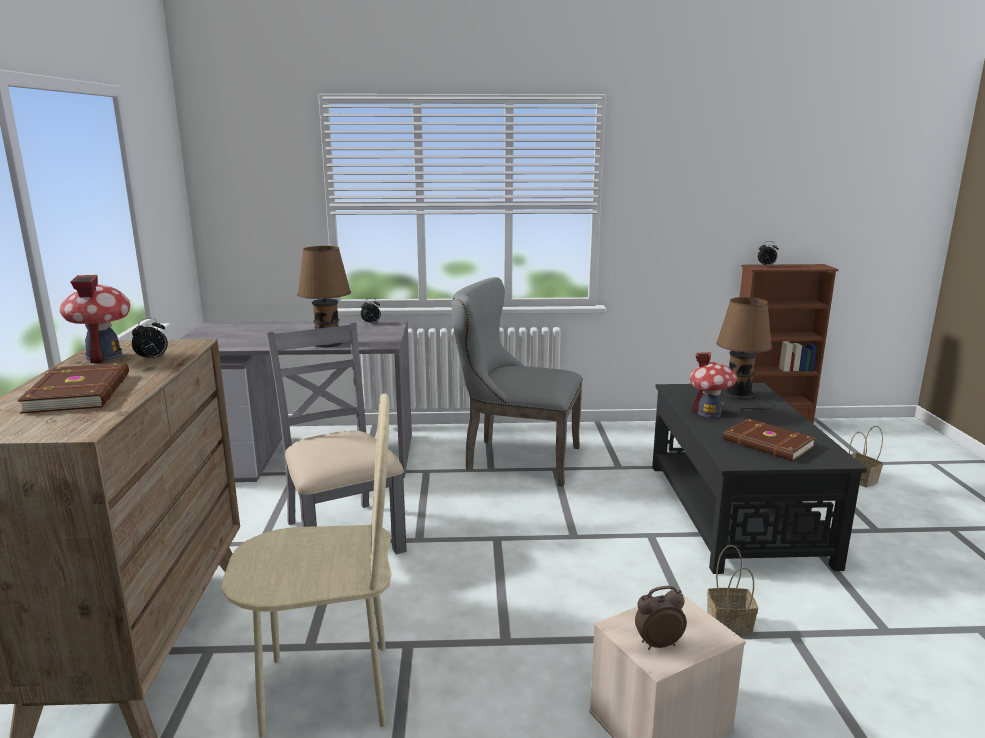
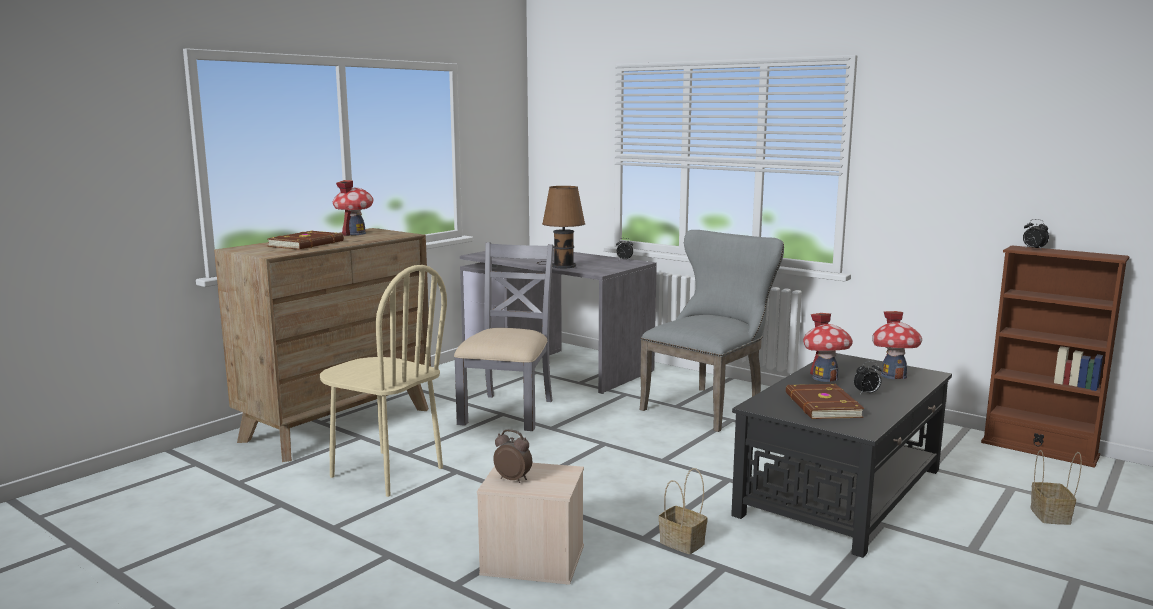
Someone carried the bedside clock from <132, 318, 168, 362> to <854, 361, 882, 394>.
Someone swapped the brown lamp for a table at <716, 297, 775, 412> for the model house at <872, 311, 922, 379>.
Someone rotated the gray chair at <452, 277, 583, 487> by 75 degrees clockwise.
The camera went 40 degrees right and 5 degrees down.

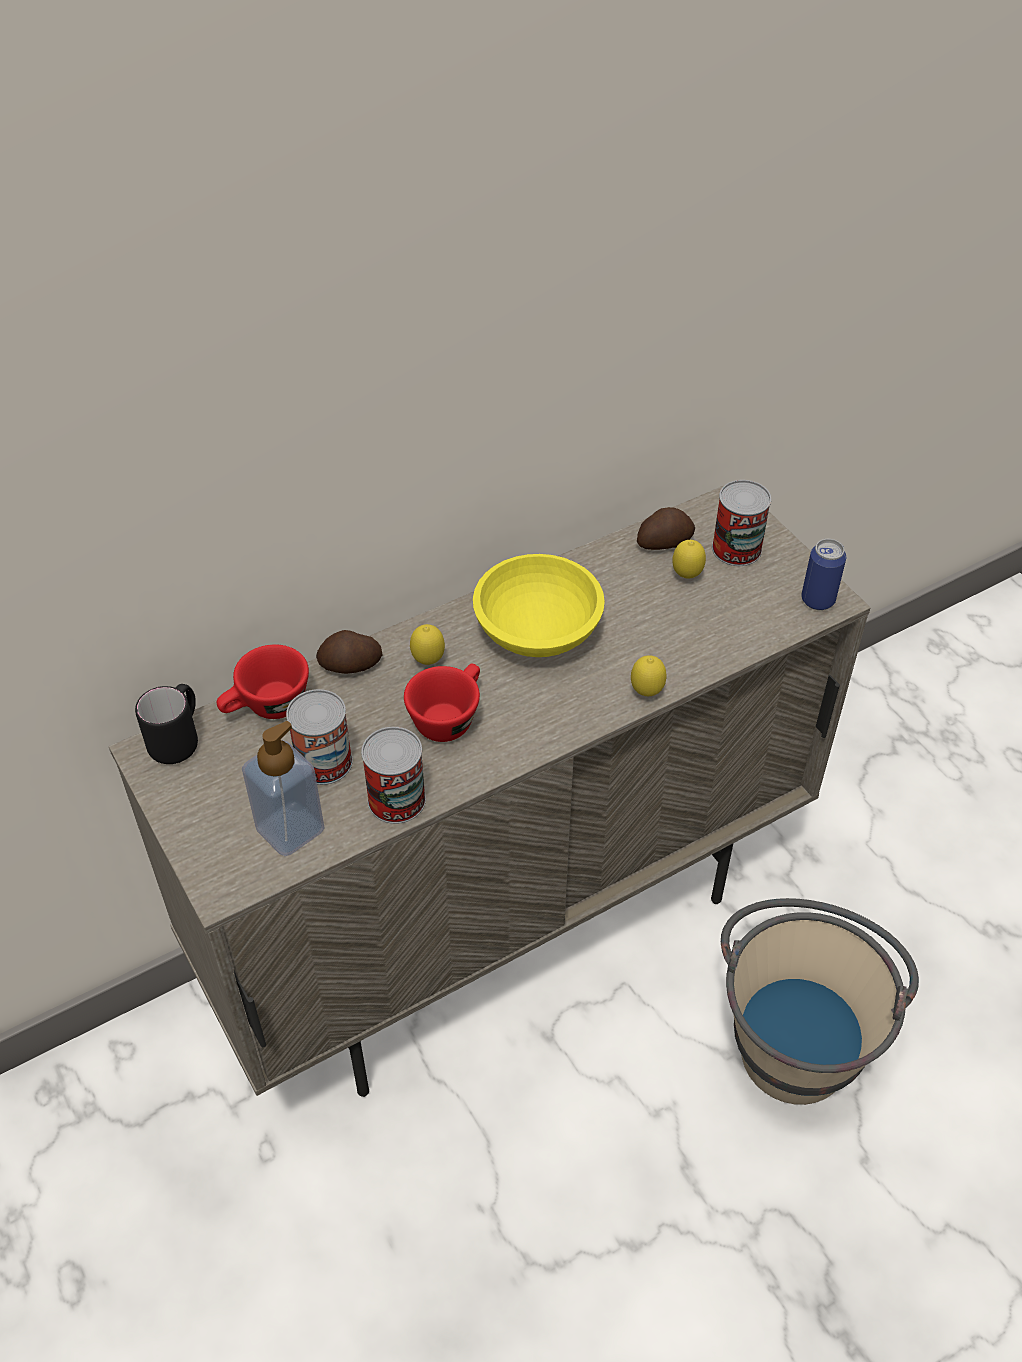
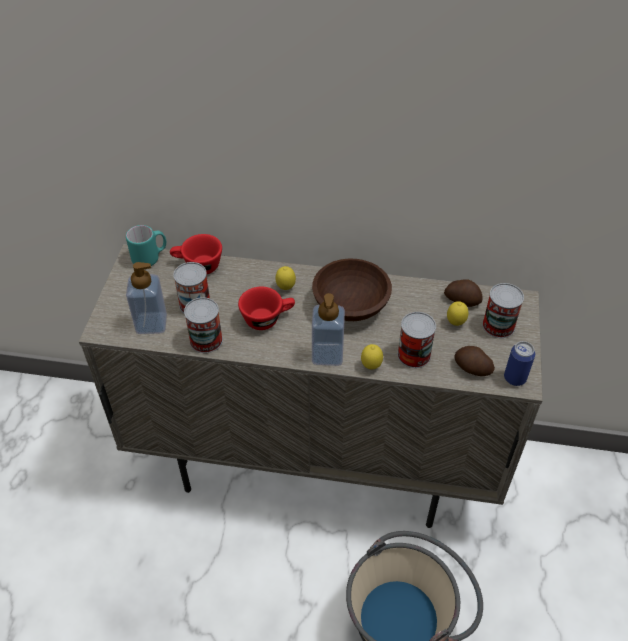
Someone put down the soap dispenser at <312, 293, 345, 366>.
Someone put down the sealed can at <397, 312, 436, 368>.
Someone carried the potato from <316, 630, 383, 674> to <455, 346, 495, 376>.
Someone repainted the black tea mug at <135, 684, 198, 764>, which became the blue-green tea mug at <126, 225, 166, 266>.
Someone repainted the yellow bowl at <473, 554, 605, 657>, which became the brown bowl at <312, 259, 392, 321>.
The camera went 40 degrees right and 0 degrees up.

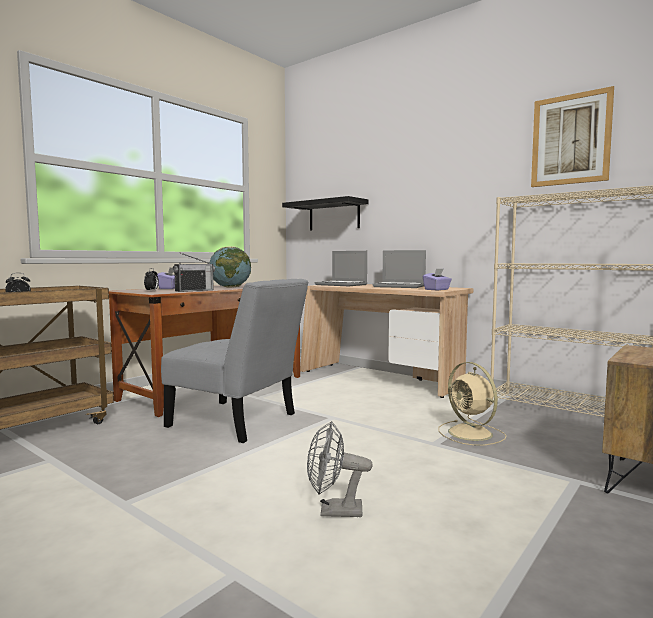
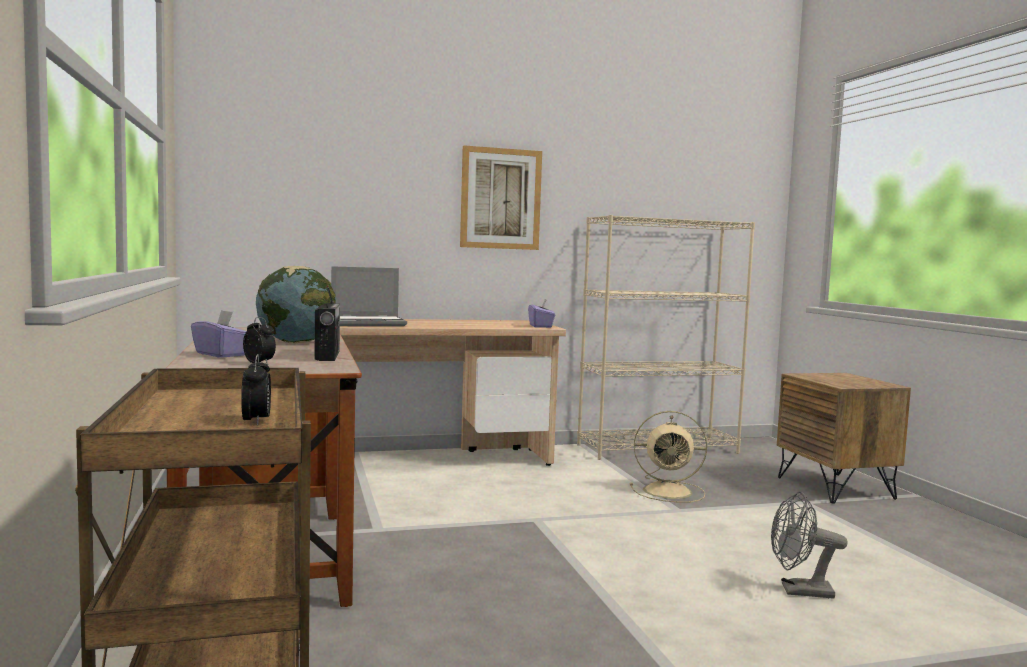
Someone took away the gray chair at <161, 279, 309, 443>.
Someone took away the black bracket shelf at <282, 196, 369, 231>.
Someone took away the laptop at <373, 250, 426, 288>.
Someone carried the picture from <531, 86, 614, 187> to <460, 145, 542, 250>.
Someone rotated the gray cooling fan at <307, 421, 373, 517> by 60 degrees clockwise.
The camera went 55 degrees left and 0 degrees up.

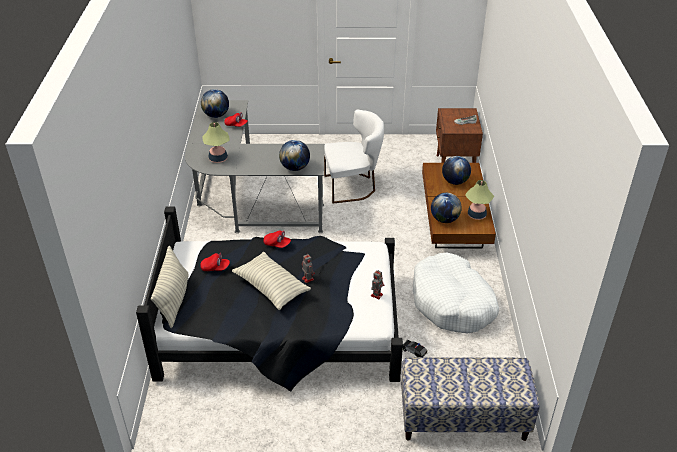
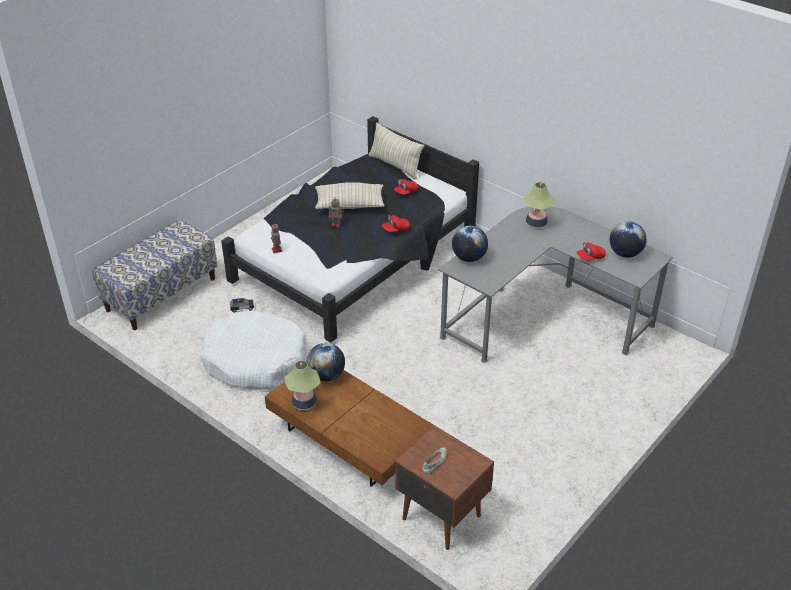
Someone took away the whitish chair at <324, 110, 384, 204>.
Someone took away the world globe at <442, 156, 471, 185>.
The camera went 130 degrees right and 0 degrees up.

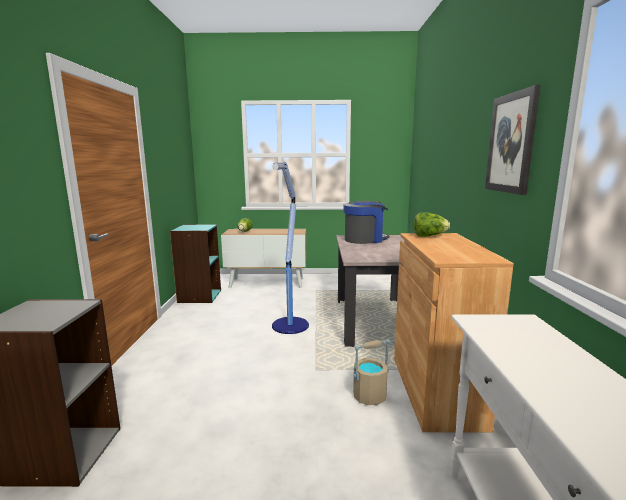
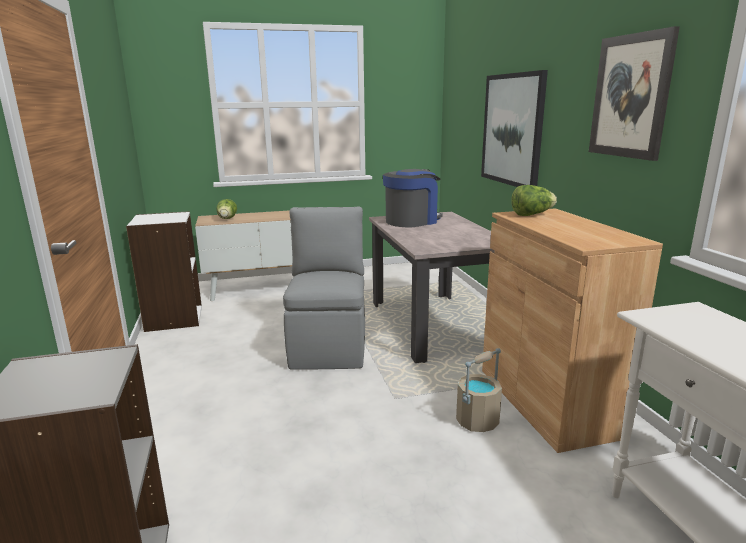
Someone put up the picture at <481, 70, 548, 187>.
Someone swapped the standard lamp at <272, 162, 309, 334> for the gray chair at <283, 207, 365, 370>.
Someone repainted the blue-green bookshelf at <170, 224, 221, 303>, which became the whitish bookshelf at <126, 211, 202, 332>.
The camera went 15 degrees left and 5 degrees up.

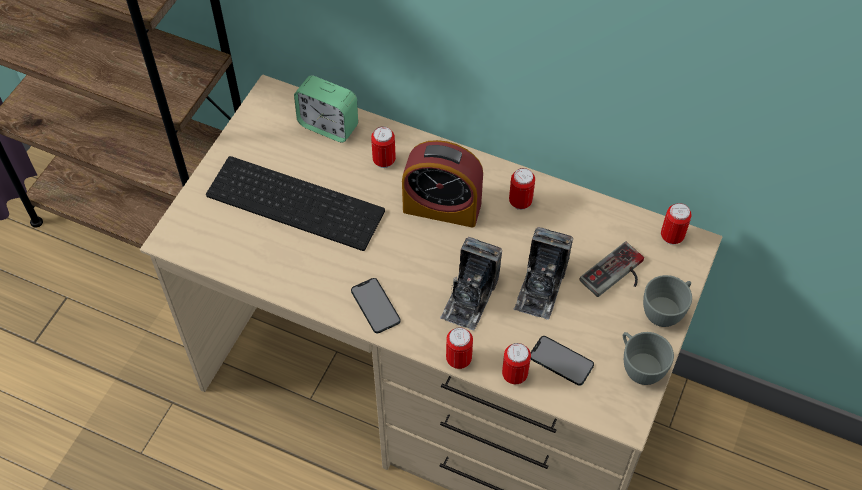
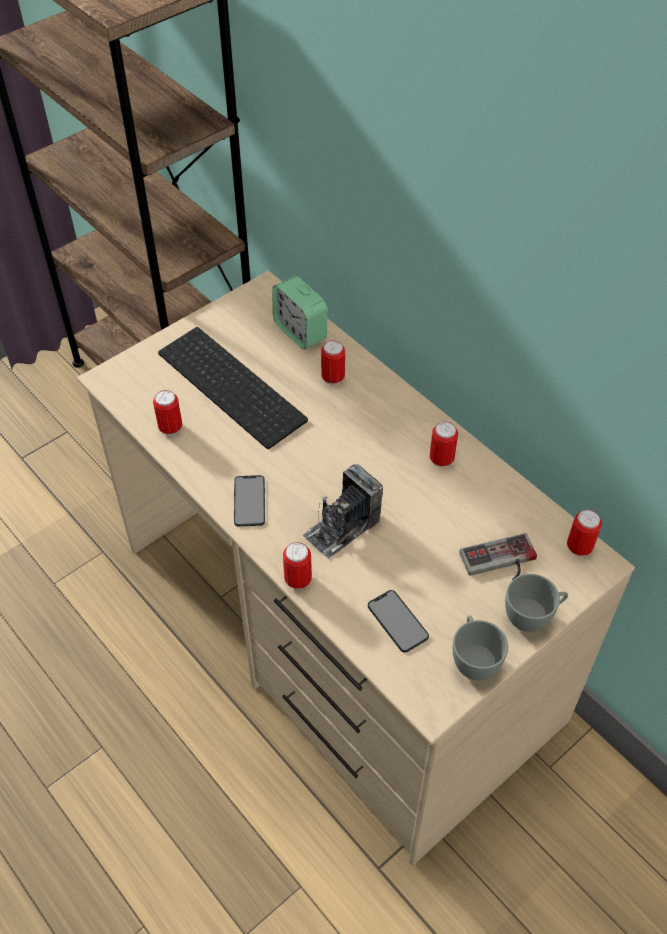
Someone took away the bedside clock at <402, 140, 483, 228>.
Someone took away the photo camera at <514, 227, 573, 320>.
Someone carried the sealed can from <502, 343, 531, 384> to <153, 390, 182, 435>.
The camera went 25 degrees right and 5 degrees down.

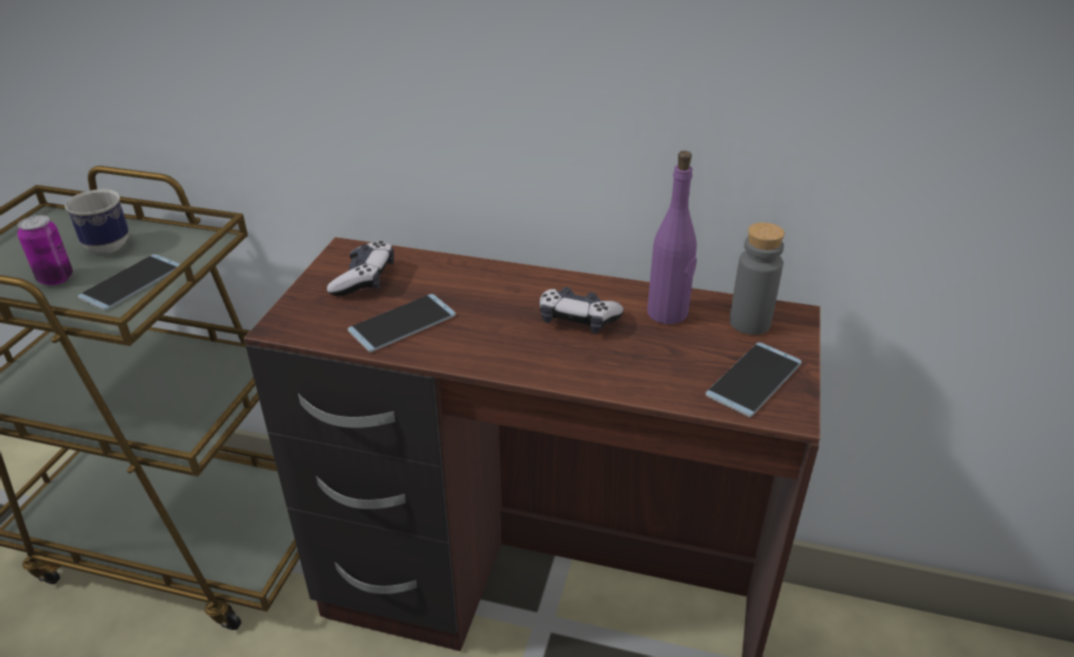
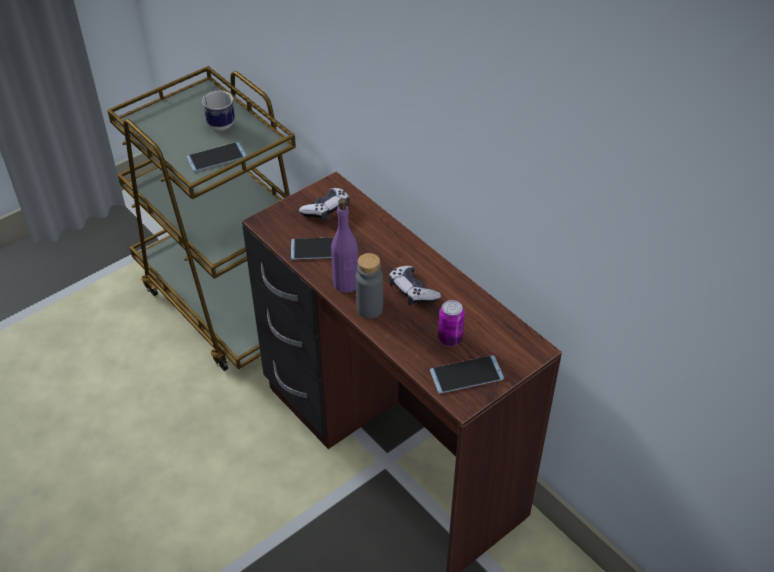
Someone carried the sealed can from <17, 215, 73, 285> to <438, 300, 465, 346>.
Someone carried the purplish bottle from <647, 151, 697, 324> to <331, 198, 358, 293>.
Someone carried the gray bottle from <729, 222, 785, 335> to <356, 253, 383, 319>.
The camera went 35 degrees right and 10 degrees up.

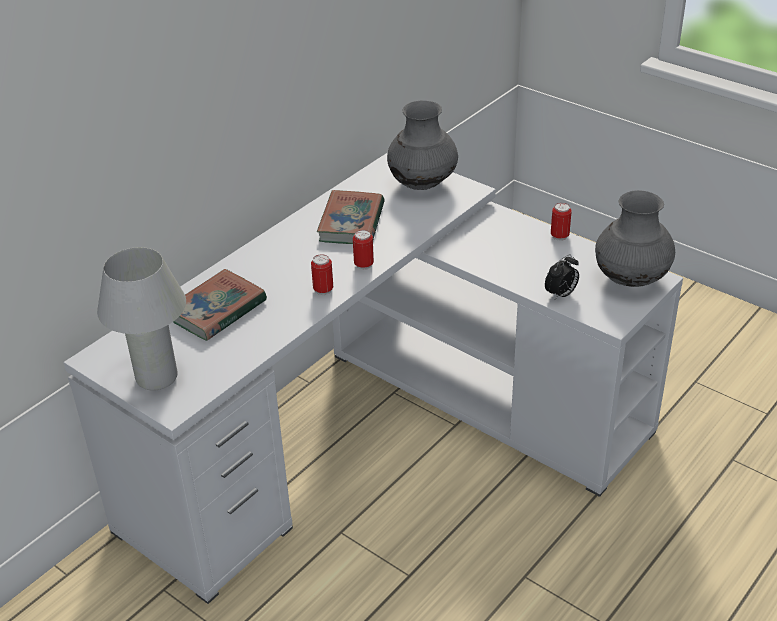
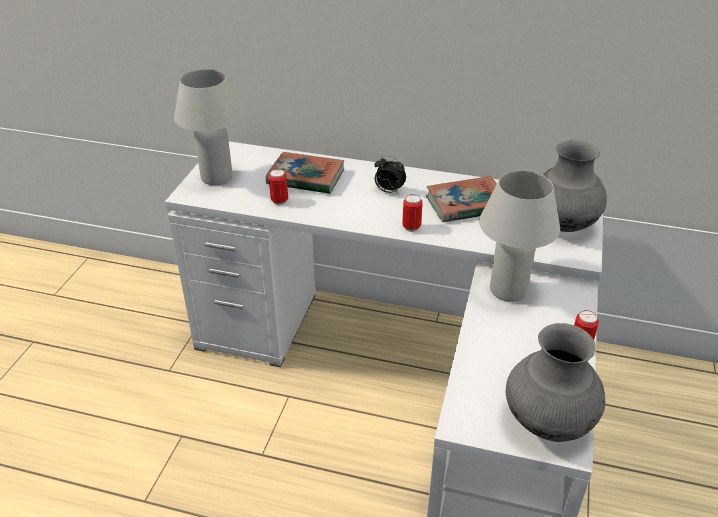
Someone put down the whitish lamp for a table at <479, 171, 560, 302>.
Someone carried the sealed can from <311, 254, 333, 295> to <269, 169, 288, 205>.
Someone carried the bedside clock from <545, 254, 579, 301> to <374, 155, 406, 195>.
The camera went 65 degrees right and 0 degrees up.

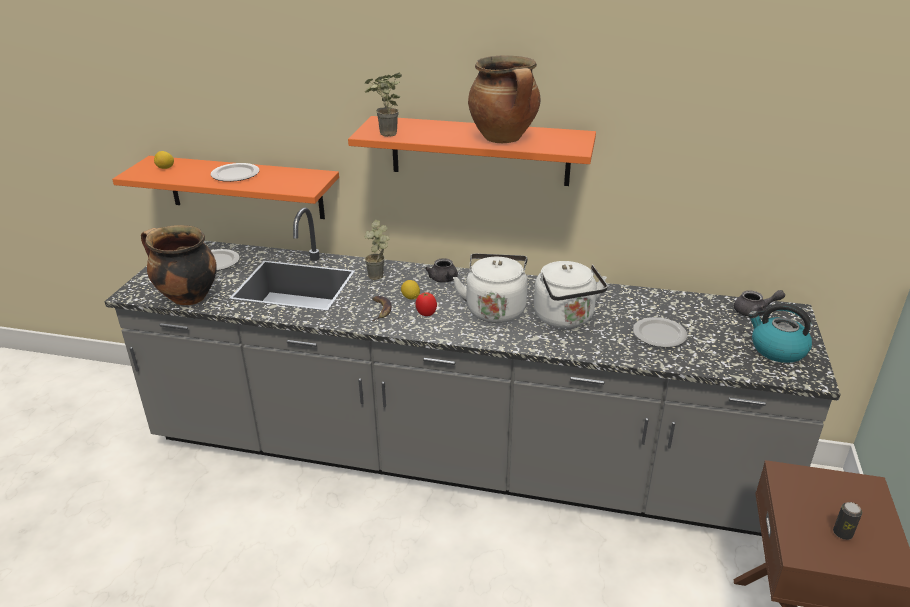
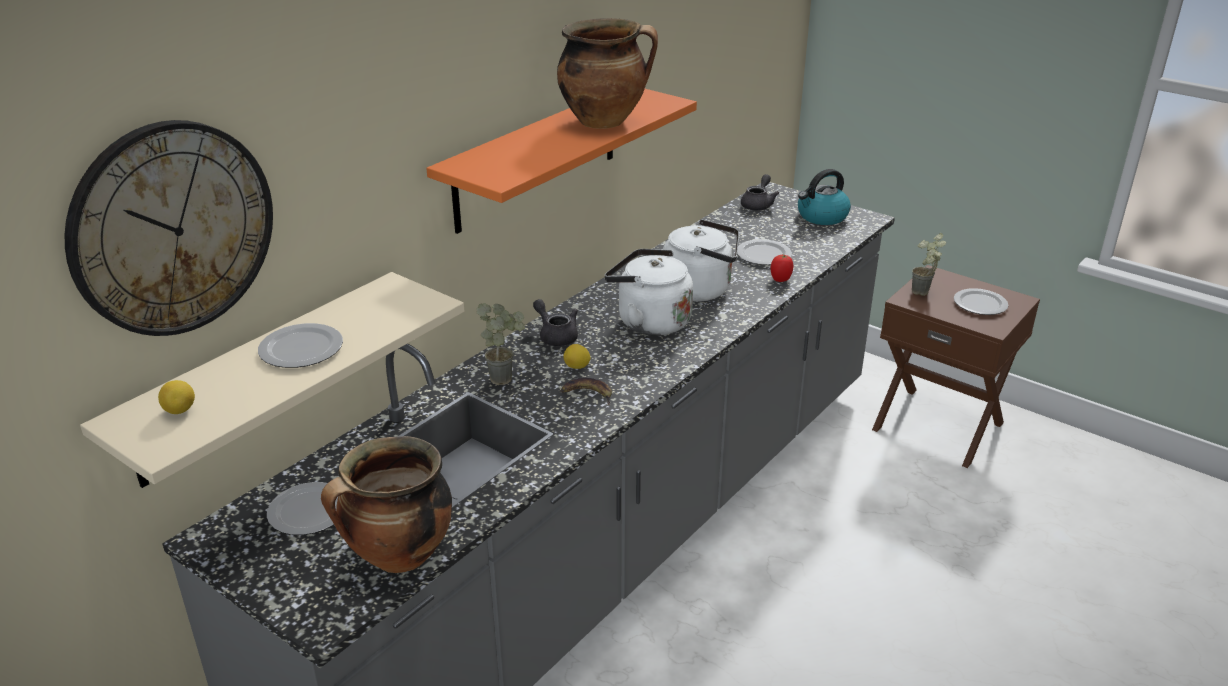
Someone put up the hanging clock at <64, 120, 273, 336>.
Someone carried the houseplant from <364, 73, 402, 137> to <912, 233, 946, 296>.
Someone carried the whole tomato from <415, 292, 437, 316> to <771, 255, 793, 282>.
Someone swapped the sealed can at <833, 502, 862, 540> for the flat dish at <954, 288, 1008, 315>.
Someone repainted the orange-coloured bracket shelf at <112, 156, 339, 219>, which became the beige-coloured bracket shelf at <80, 272, 464, 488>.
Someone rotated the gray tea pot at <425, 258, 458, 283> by 135 degrees counterclockwise.
The camera went 65 degrees left and 0 degrees up.

